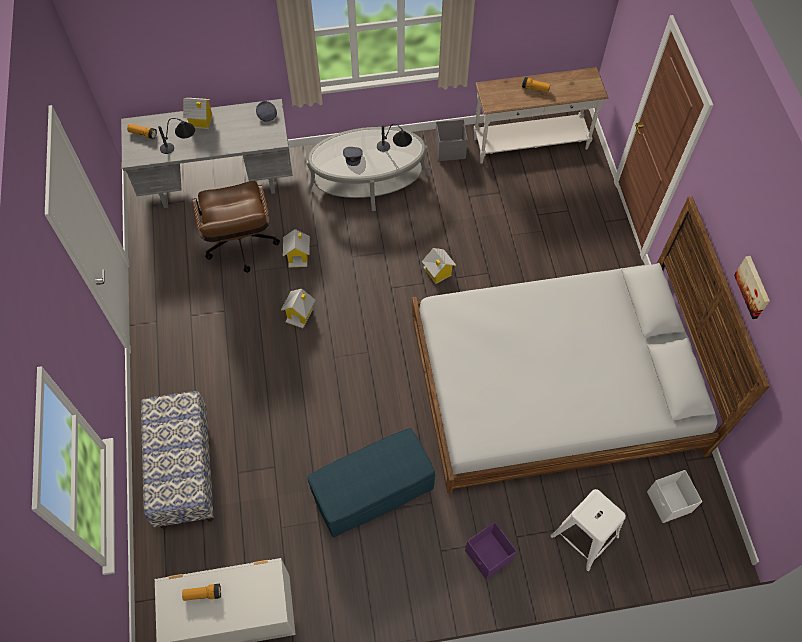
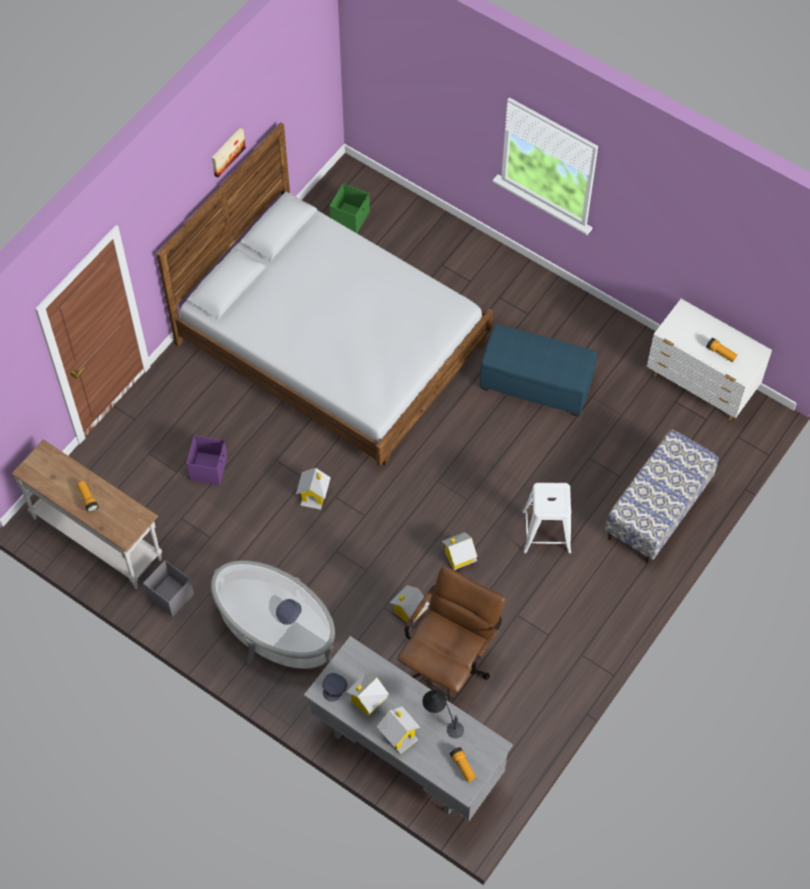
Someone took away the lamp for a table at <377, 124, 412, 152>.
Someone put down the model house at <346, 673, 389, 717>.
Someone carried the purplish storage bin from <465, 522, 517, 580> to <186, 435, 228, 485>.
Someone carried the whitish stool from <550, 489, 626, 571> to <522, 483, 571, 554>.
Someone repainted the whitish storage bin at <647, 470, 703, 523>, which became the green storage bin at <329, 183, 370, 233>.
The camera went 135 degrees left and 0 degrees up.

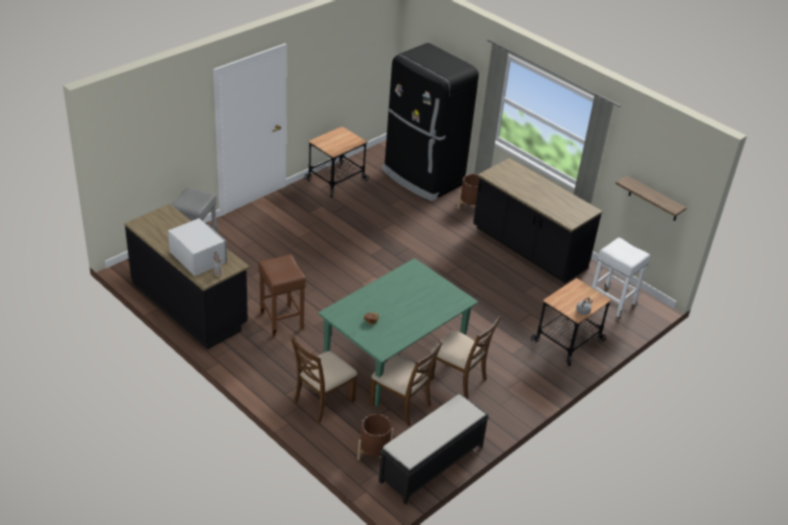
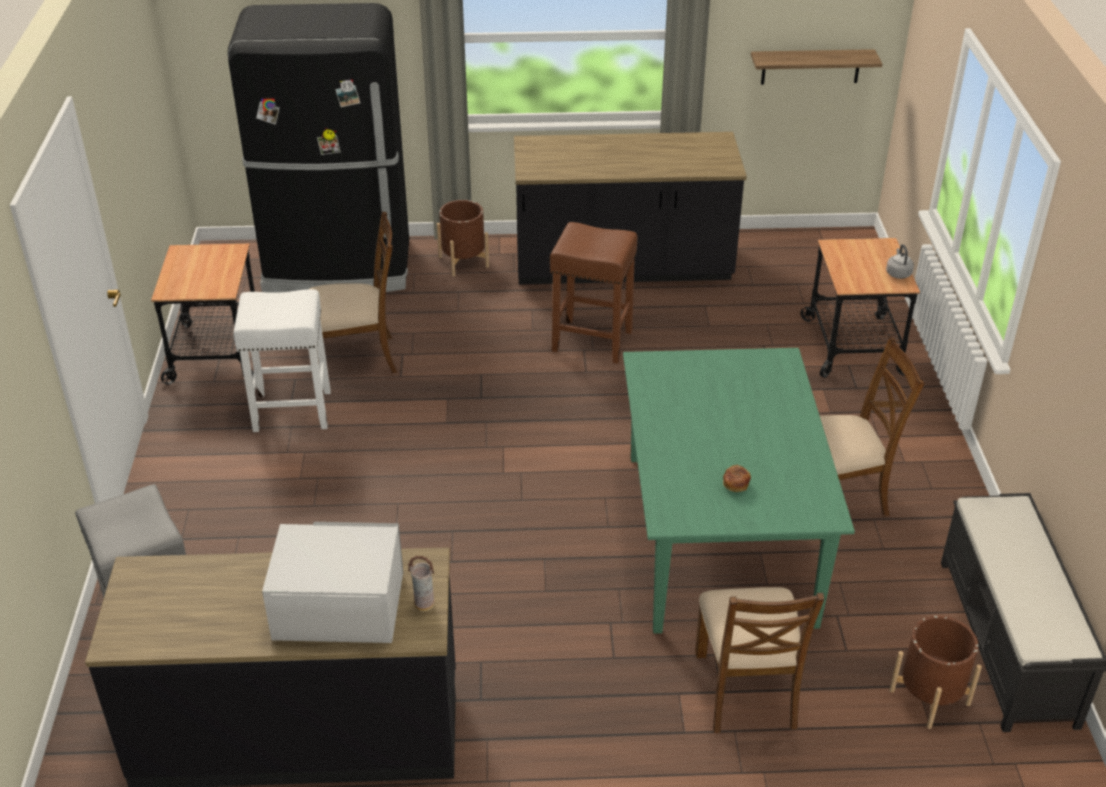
Someone carried the brown stool from <258, 255, 306, 337> to <550, 222, 638, 364>.
Someone carried the brown chair from <370, 341, 443, 426> to <309, 211, 397, 373>.
Someone carried the whitish stool from <592, 238, 650, 317> to <233, 289, 331, 432>.
The camera went 45 degrees left and 0 degrees up.

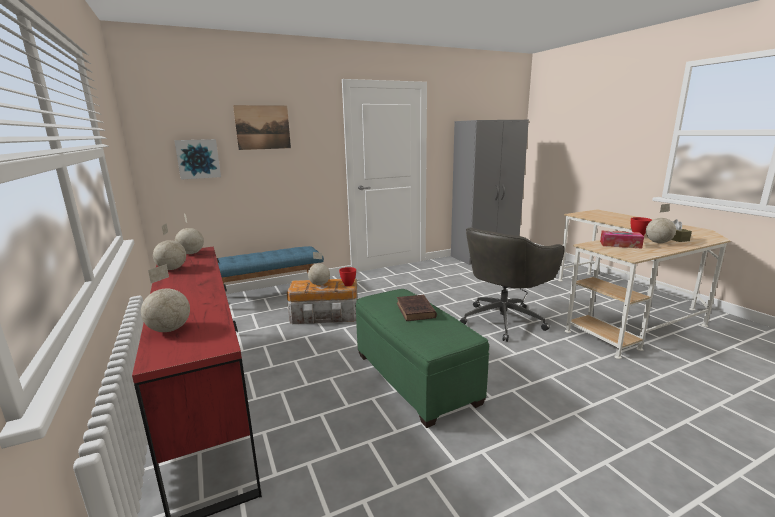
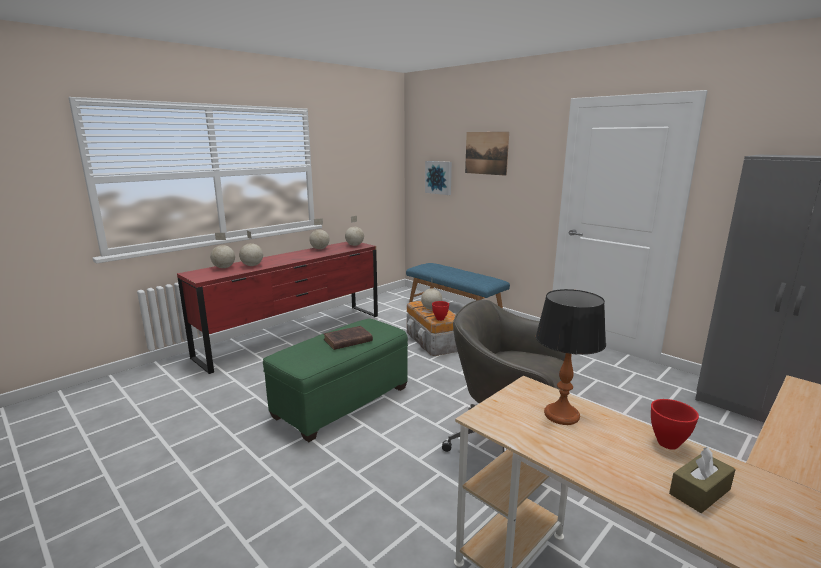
Someone carried the world globe from <646, 204, 676, 243> to <239, 231, 263, 266>.
Someone swapped the tissue box at <600, 231, 644, 249> for the lamp for a table at <536, 289, 606, 425>.
The camera went 70 degrees right and 0 degrees up.

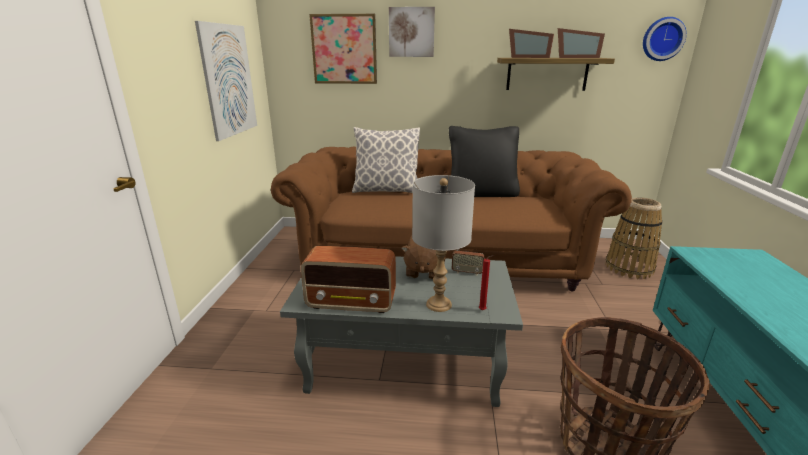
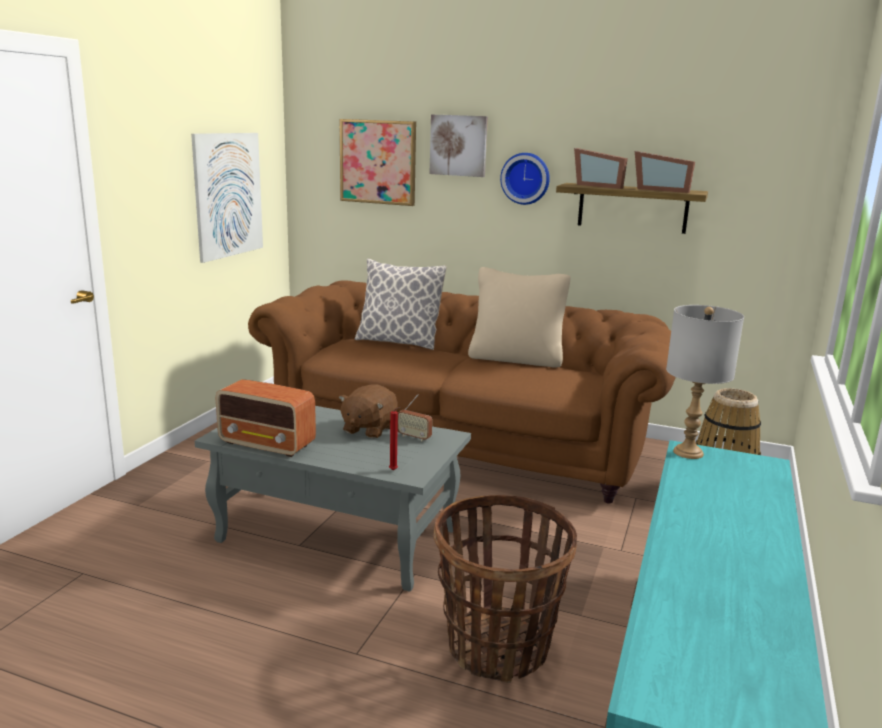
Someone carried the gray lamp for a table from <412, 175, 475, 312> to <666, 305, 744, 459>.
Someone carried the hanging clock from <643, 17, 687, 61> to <500, 153, 550, 205>.
Someone repainted the black pillow at <449, 126, 520, 197>, which became the beige-coloured pillow at <468, 267, 570, 368>.
The camera went 15 degrees right and 5 degrees down.

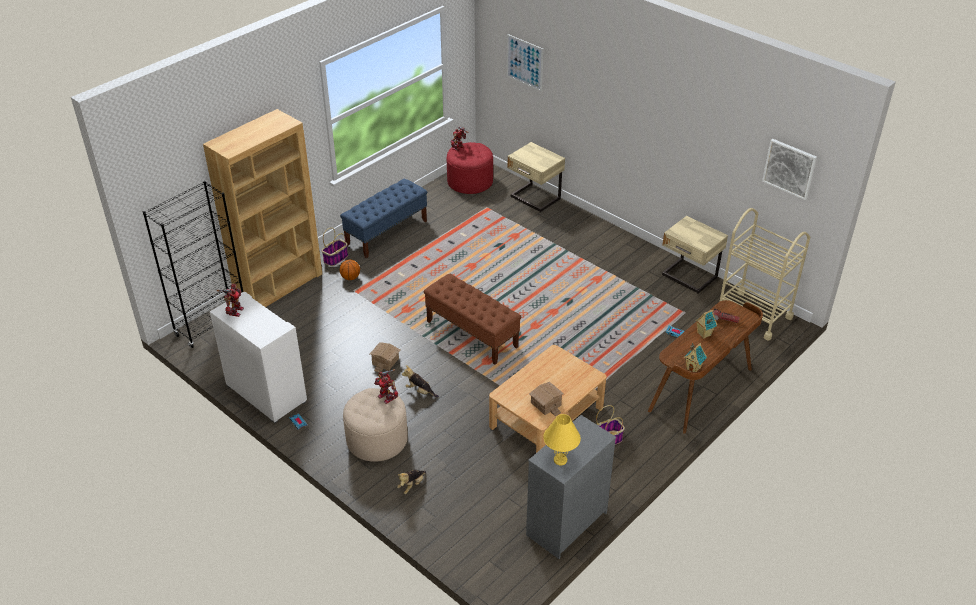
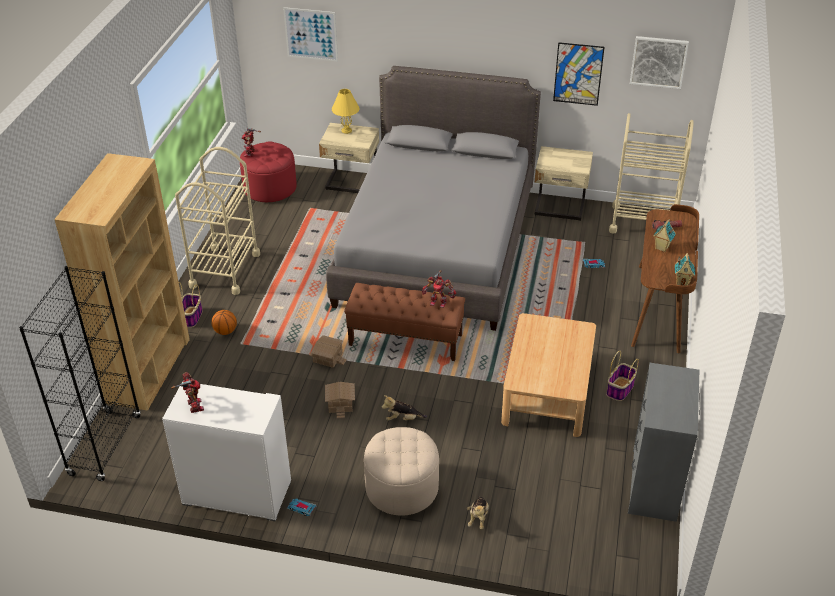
Someone put down the gray sleeping bed at <326, 66, 541, 331>.
Someone put up the picture at <553, 42, 605, 106>.
Someone carried the model robot from <374, 369, 398, 404> to <422, 270, 456, 308>.
Someone carried the model house from <529, 382, 564, 416> to <309, 335, 347, 368>.
Someone carried the yellow lamp for a table from <543, 414, 581, 465> to <332, 89, 360, 134>.
Someone swapped the blue long seat at <340, 179, 427, 258> for the beige-coloured wheeled cart at <175, 147, 260, 295>.
The camera went 30 degrees left and 0 degrees up.

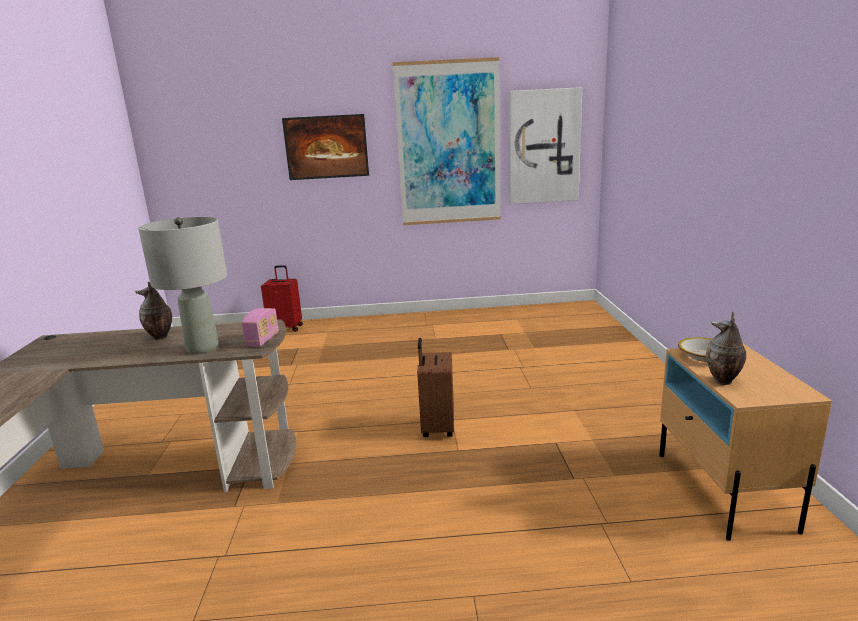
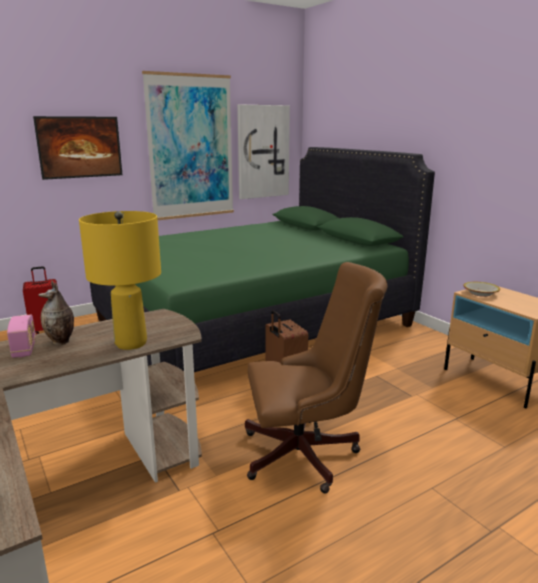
Someone took away the decorative vase at <706, 312, 746, 385>.
Someone put down the green sleeping bed at <90, 147, 435, 372>.
Someone put down the brown desk chair at <245, 262, 388, 493>.
Someone carried the radio set from <242, 308, 279, 347> to <7, 315, 36, 358>.
Someone repainted the gray lamp for a table at <138, 217, 227, 355>, which became the yellow lamp for a table at <79, 211, 161, 350>.
The camera went 30 degrees left and 0 degrees up.

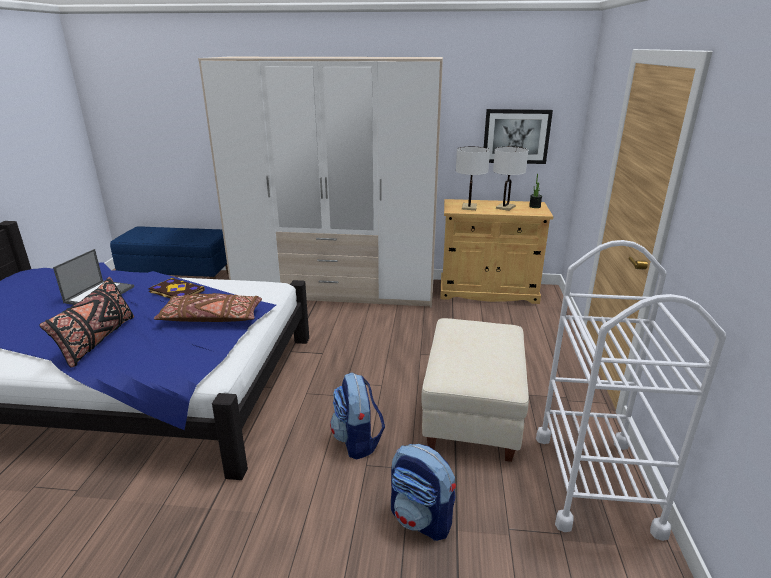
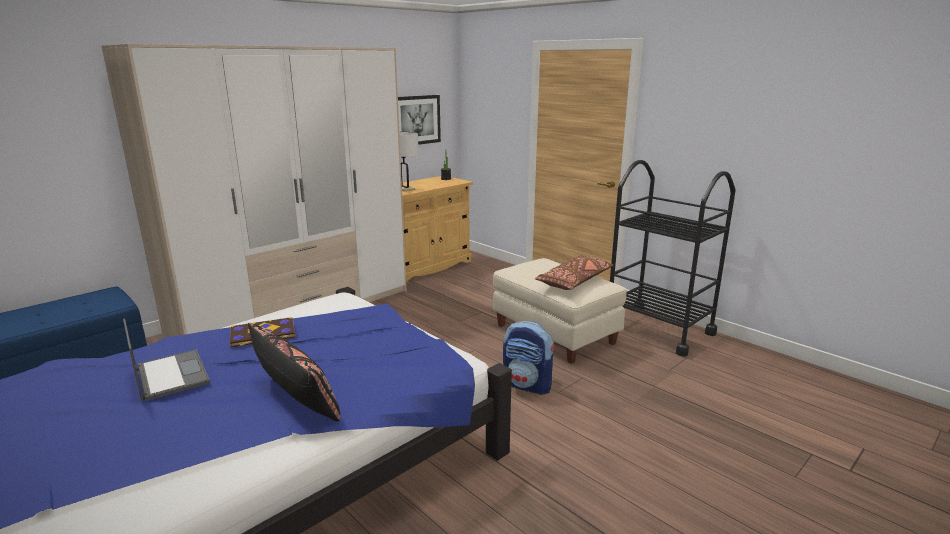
Someone took away the backpack at <391, 444, 456, 541>.
Someone took away the whitish lamp for a table at <493, 147, 528, 211>.
Someone carried the brown pillow from <154, 293, 262, 322> to <535, 255, 613, 290>.
Someone repainted the whitish wheeled cart at <536, 240, 726, 541>, which became the black wheeled cart at <610, 160, 736, 357>.
The camera went 50 degrees left and 5 degrees down.

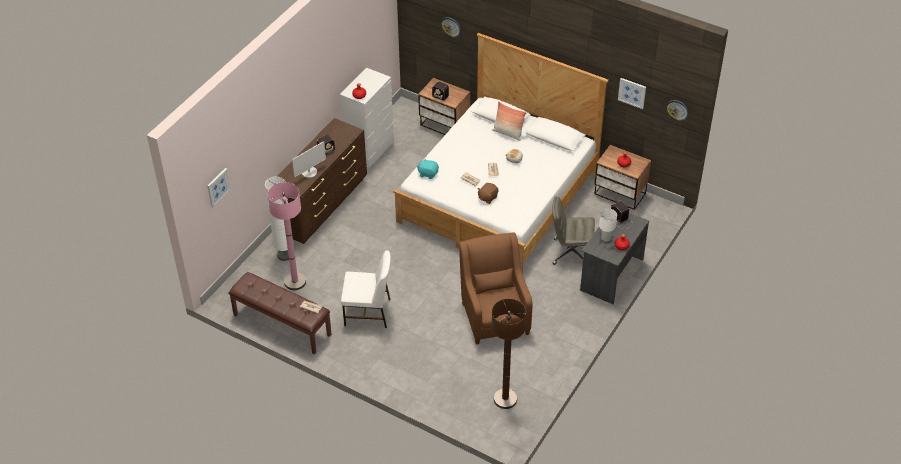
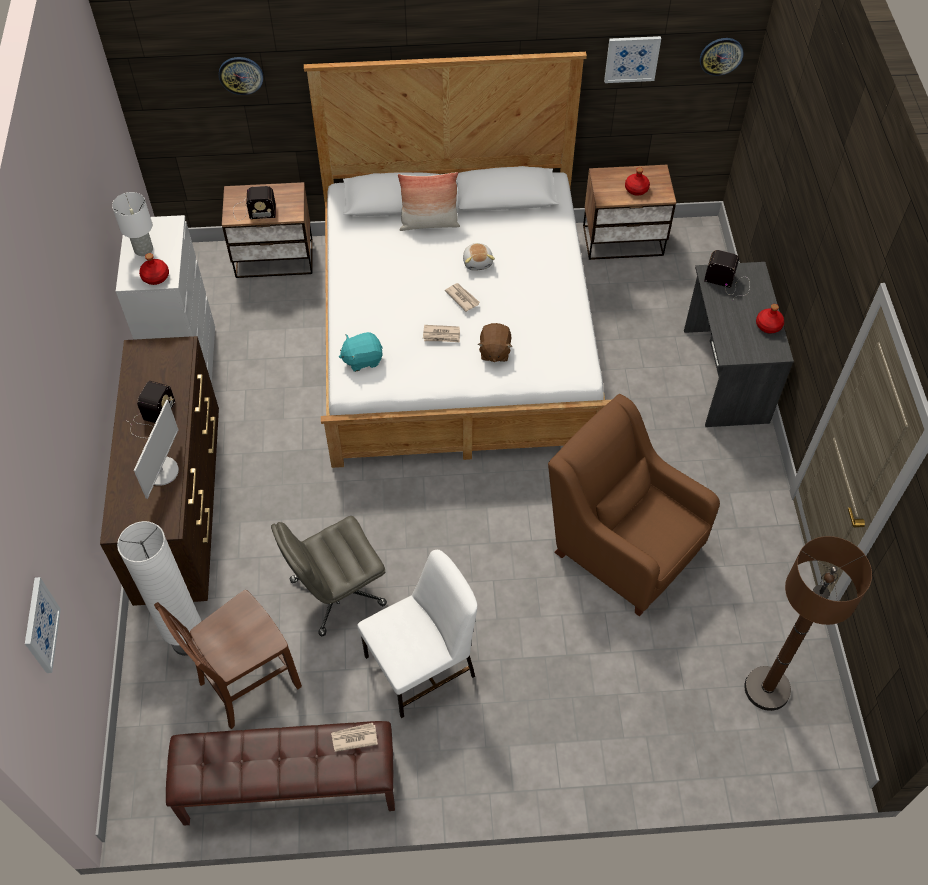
Someone carried the gray desk chair from <552, 196, 595, 265> to <271, 516, 387, 636>.
Someone carried the whitish lamp for a table from <599, 208, 617, 241> to <112, 192, 153, 256>.
Someone swapped the pink-coloured standard lamp at <268, 182, 306, 290> for the brown chair at <154, 590, 302, 729>.
The camera went 35 degrees left and 10 degrees up.

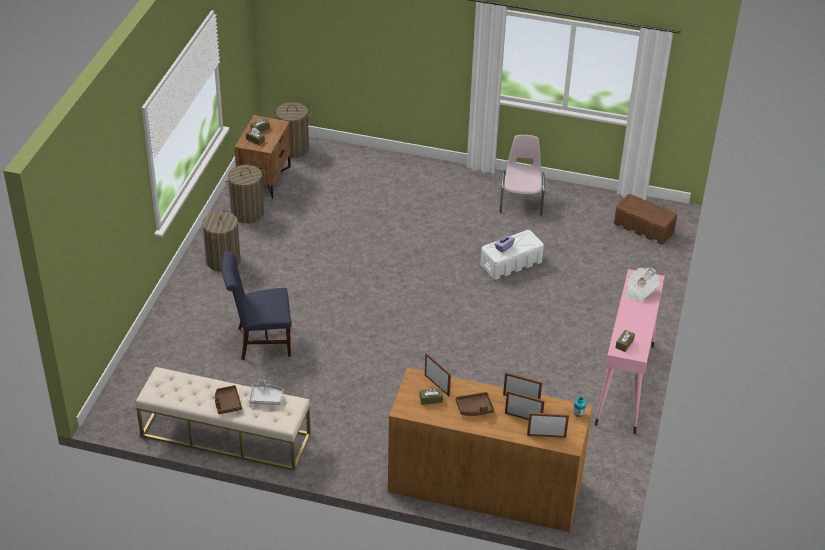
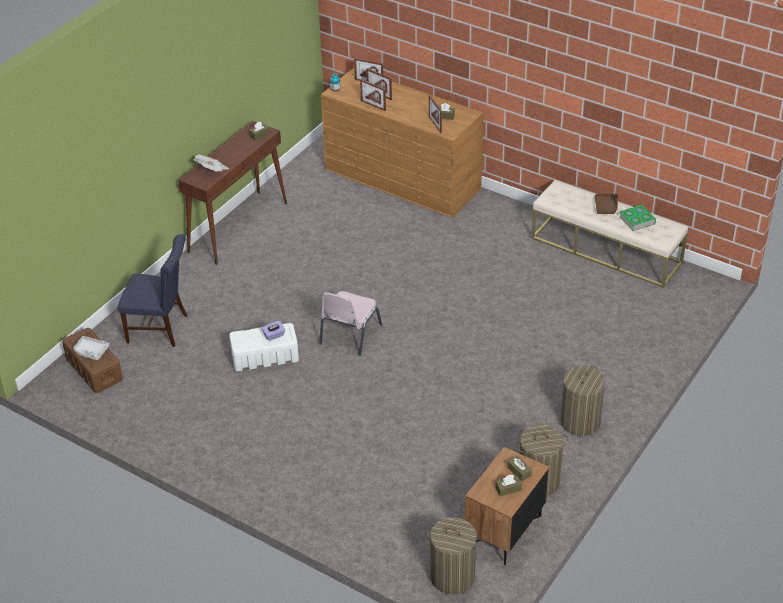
Someone took away the brown tray at <455, 392, 494, 416>.
Someone put down the book at <620, 205, 656, 231>.
Someone carried the blue chair from <222, 251, 292, 360> to <117, 234, 187, 347>.
Someone carried the gray tray from <249, 380, 283, 405> to <73, 336, 109, 360>.
Someone carried the pink-coloured chair from <500, 135, 545, 215> to <319, 291, 382, 356>.
Someone repainted the pink-coloured narrow table at <595, 269, 665, 434>, which became the brown narrow table at <178, 121, 287, 265>.
The camera went 160 degrees left and 0 degrees up.

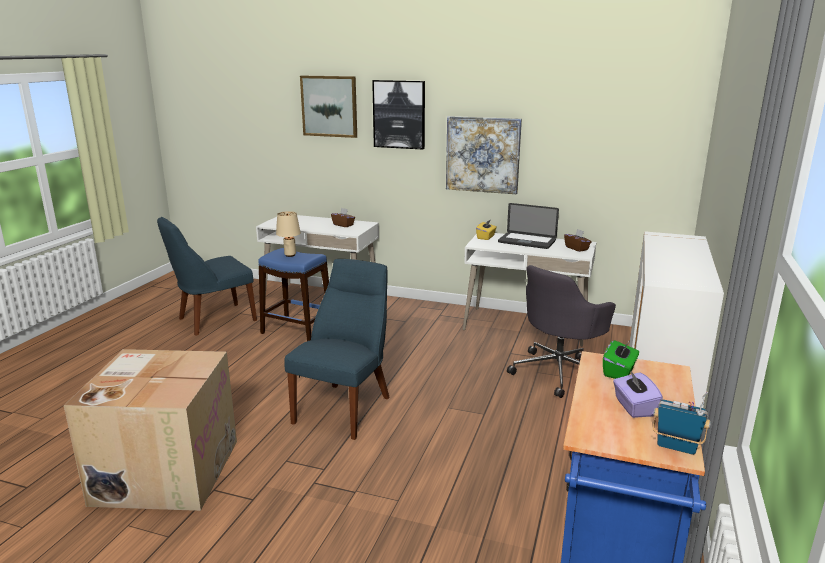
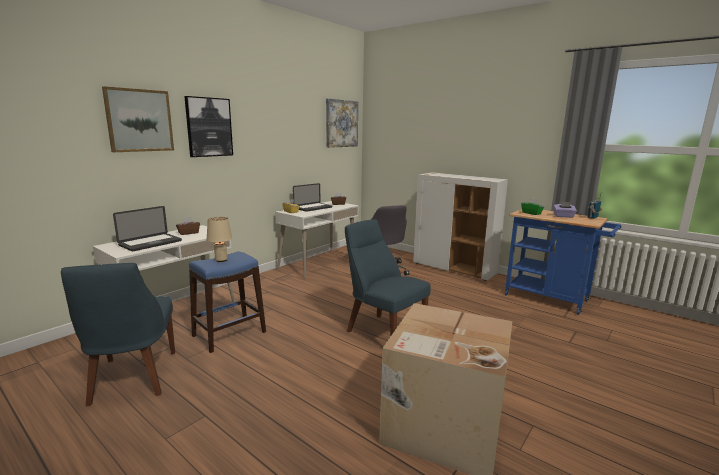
Someone put down the laptop at <113, 206, 182, 251>.
Someone carried the picture from <446, 116, 522, 194> to <326, 99, 358, 148>.
The camera went 70 degrees left and 5 degrees down.

